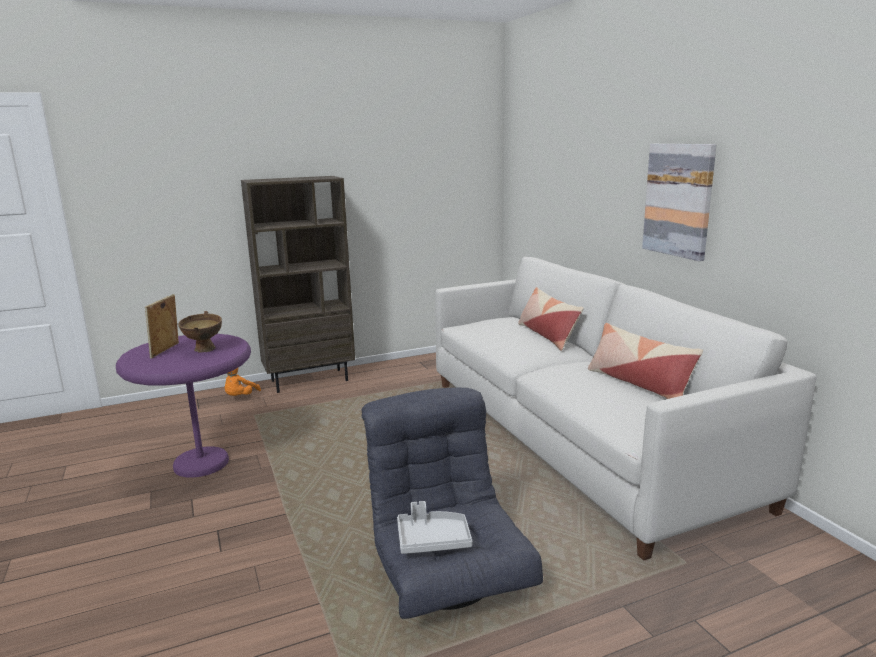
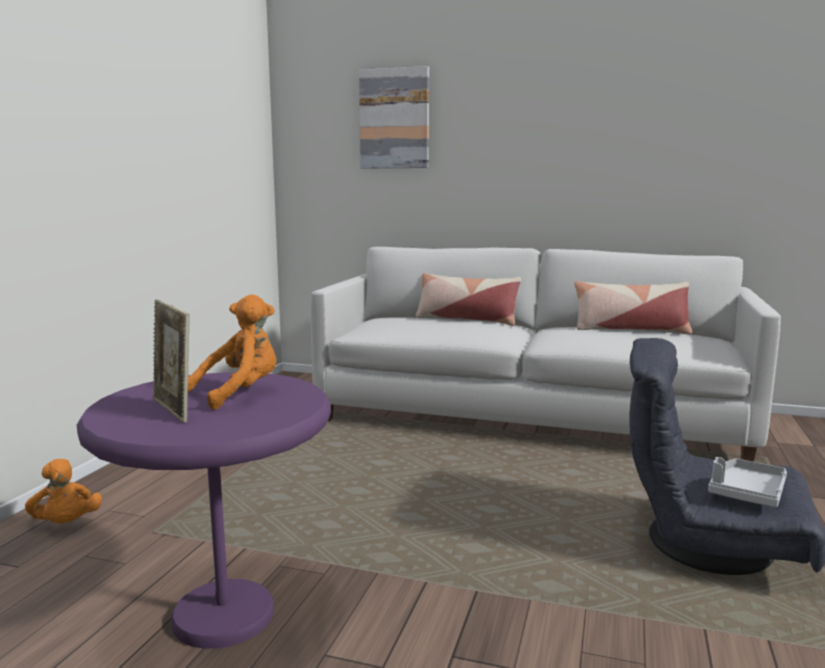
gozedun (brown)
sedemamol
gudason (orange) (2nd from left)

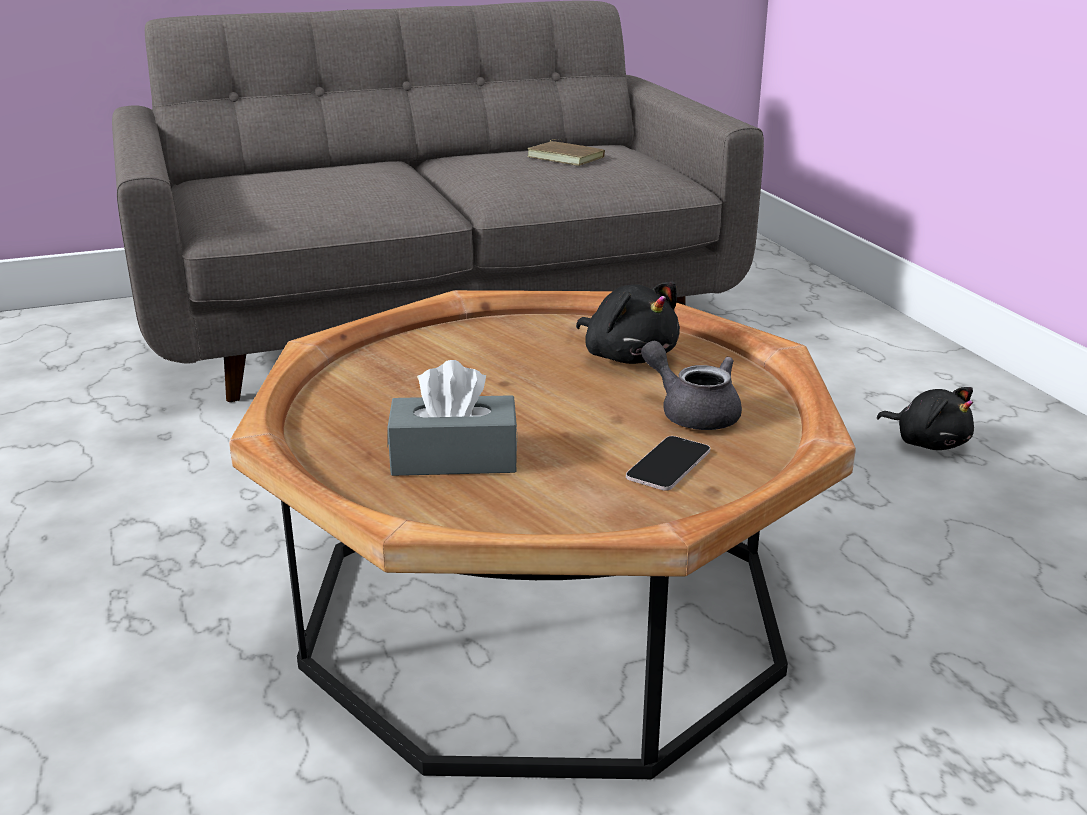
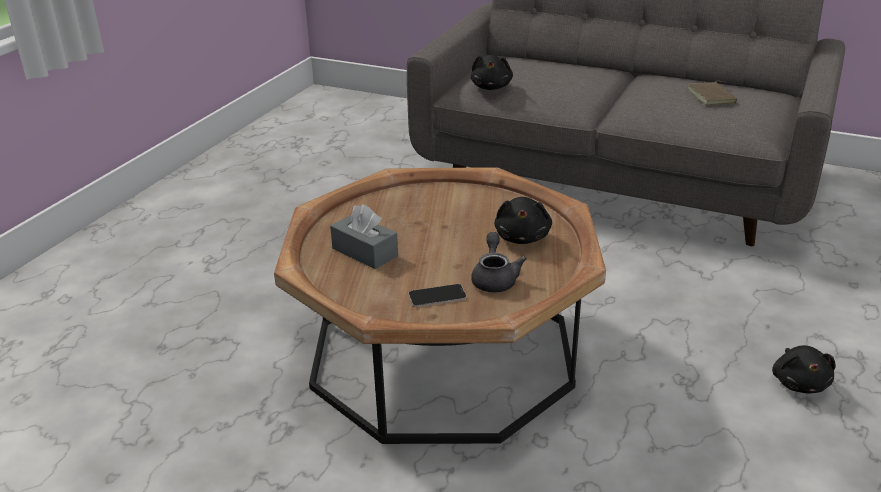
gudason (black) (1st from left)

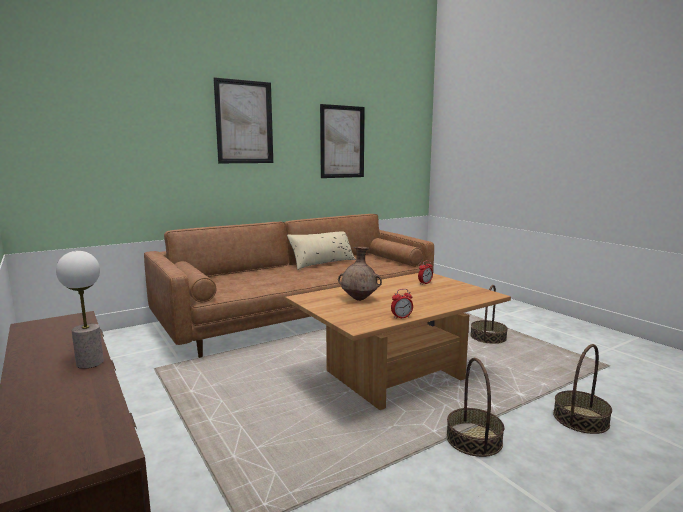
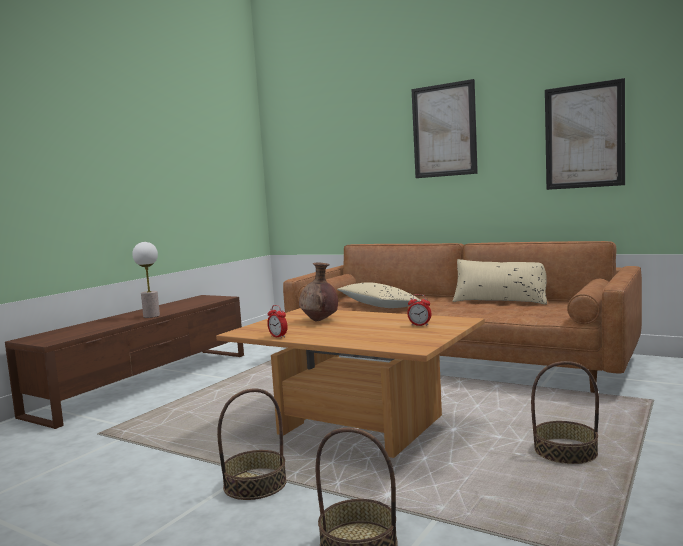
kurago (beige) (1st from left)

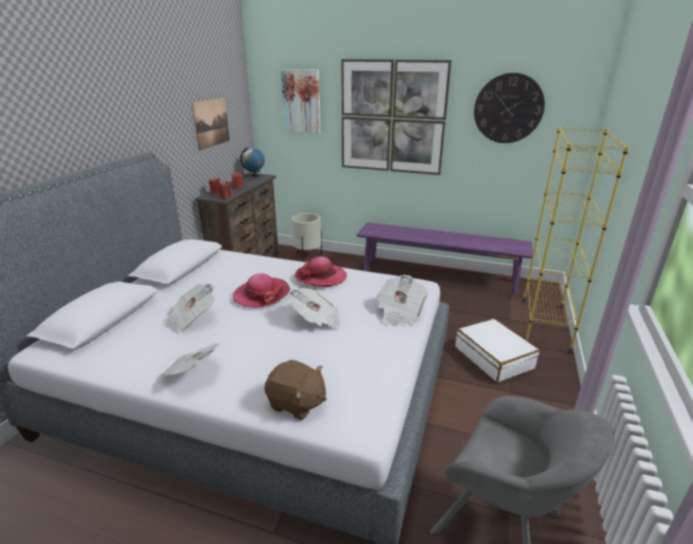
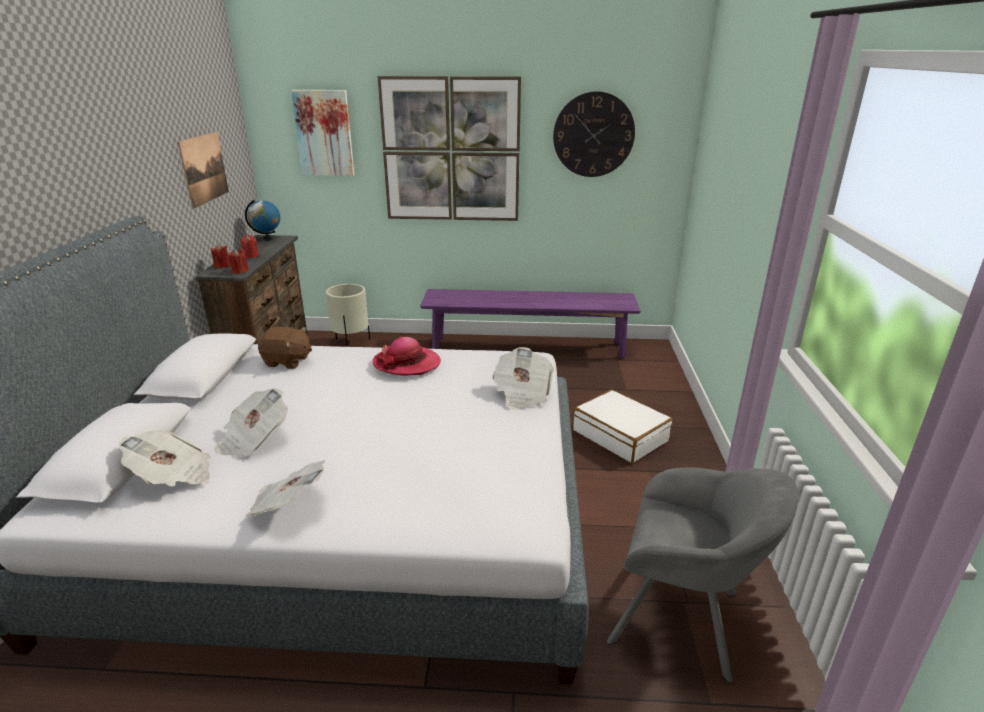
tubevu (1st from left in the first image)
gozedun (yellow)
gudason (brown)
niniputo (1st from left)

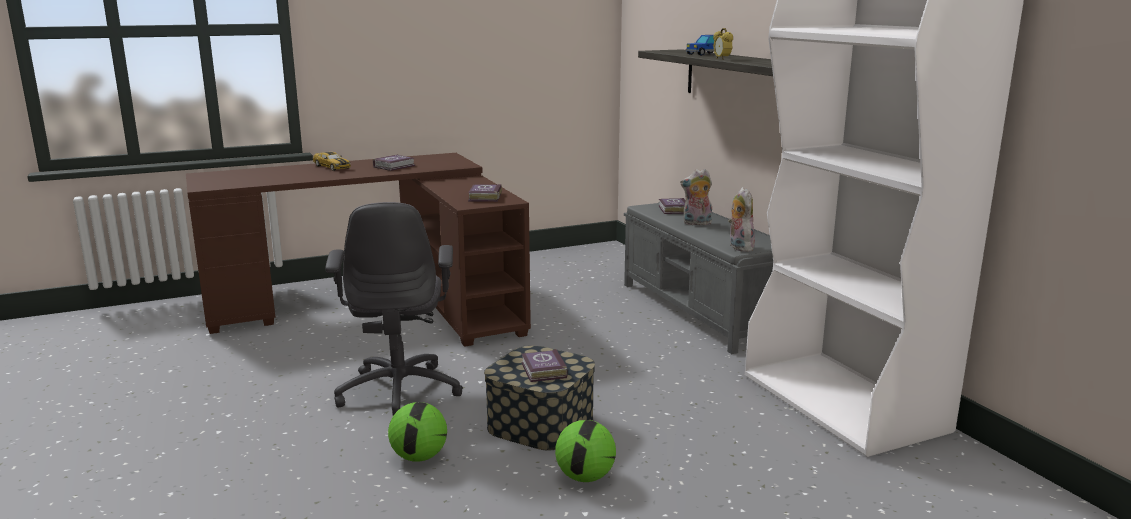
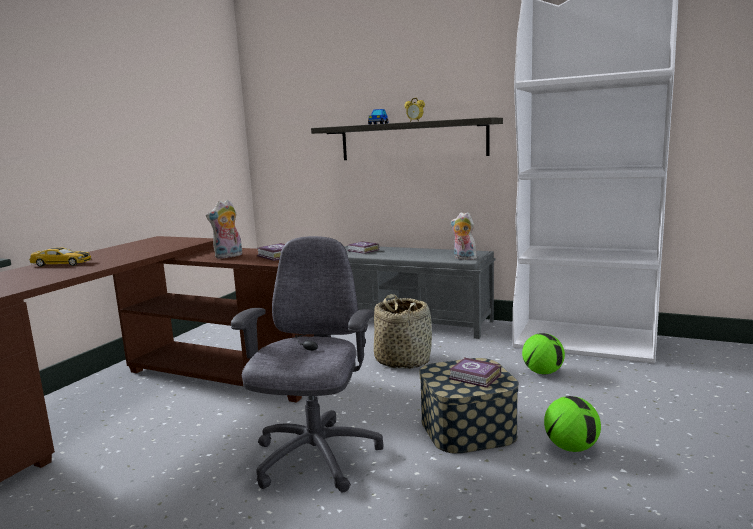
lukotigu (1st from left in the first image)
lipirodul
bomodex (1st from left)
gudason (1st from left)
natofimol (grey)

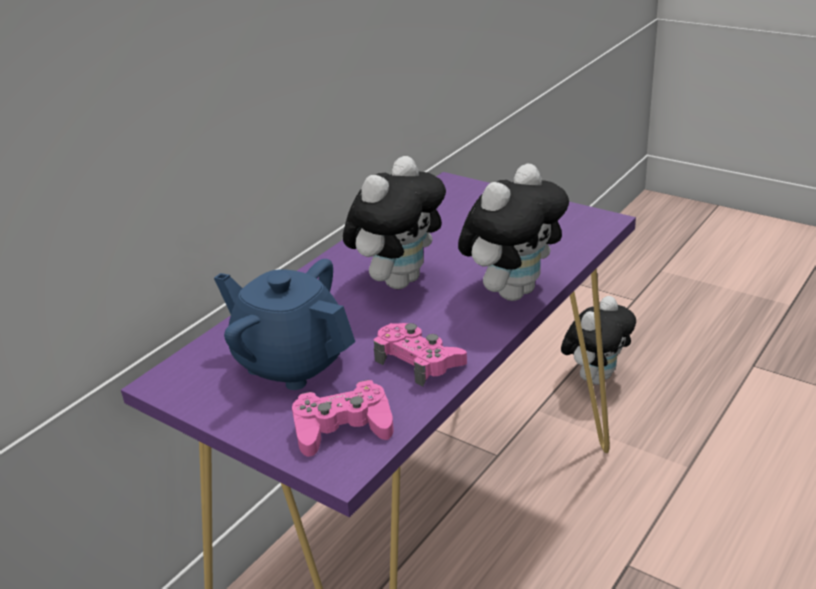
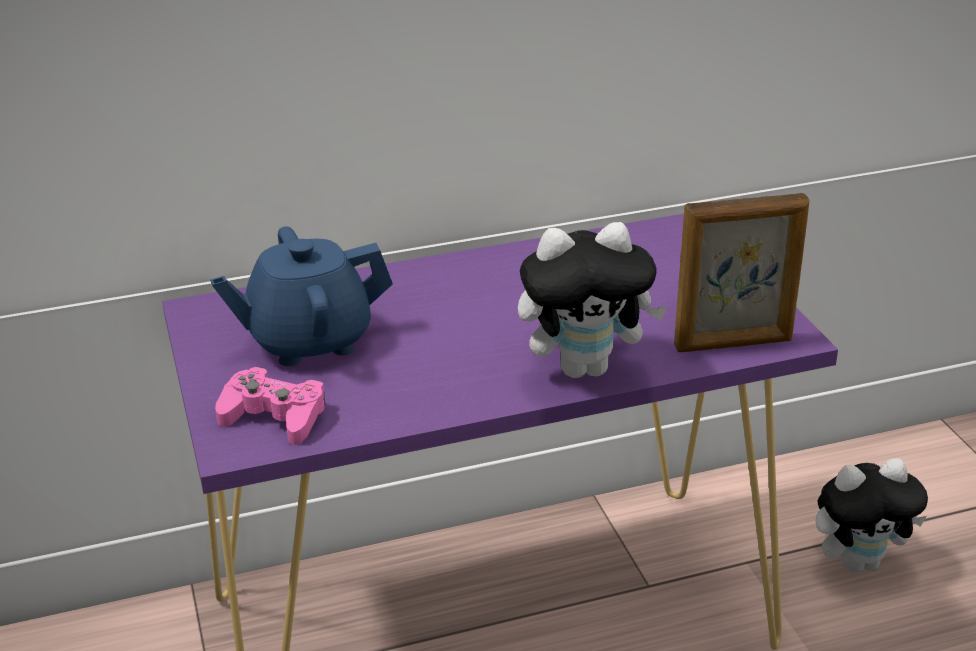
gudason (1st from left in the first image)
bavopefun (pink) (2nd from left in the first image)
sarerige
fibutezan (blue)

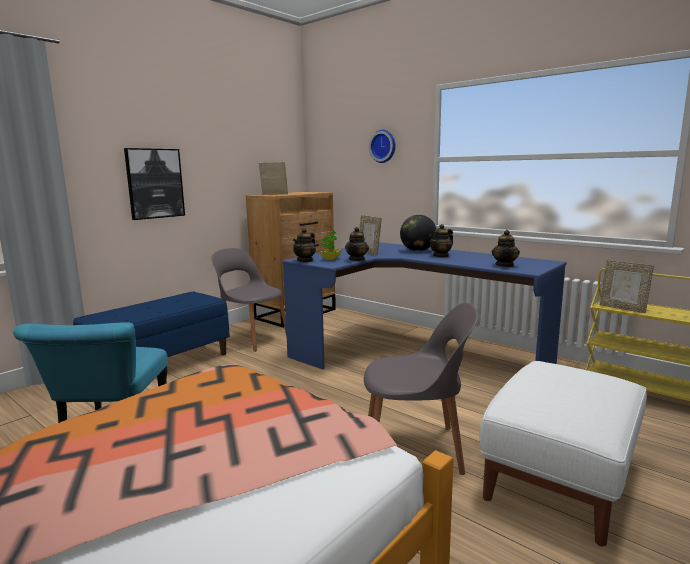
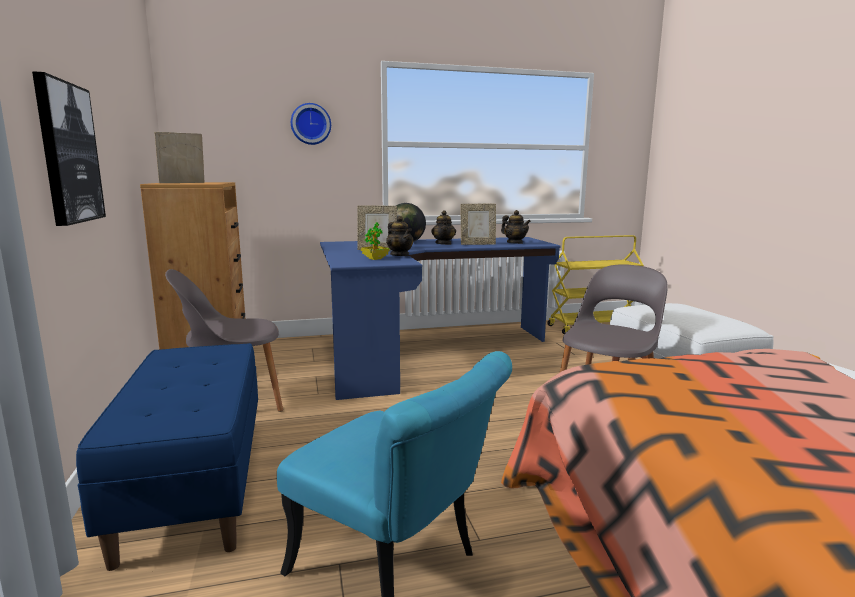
fibutezan (1st from left in the first image)
sarerige (3rd from left)

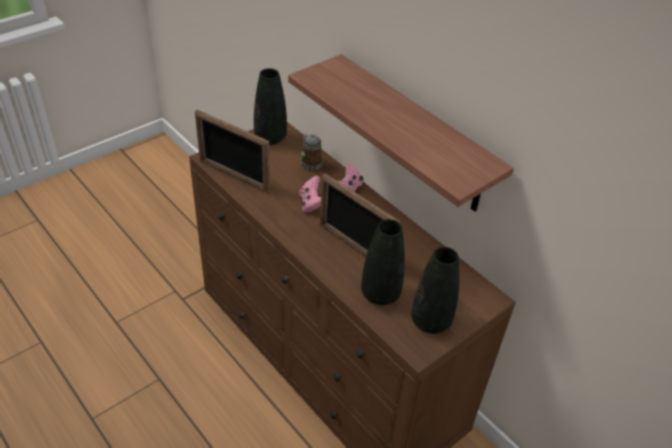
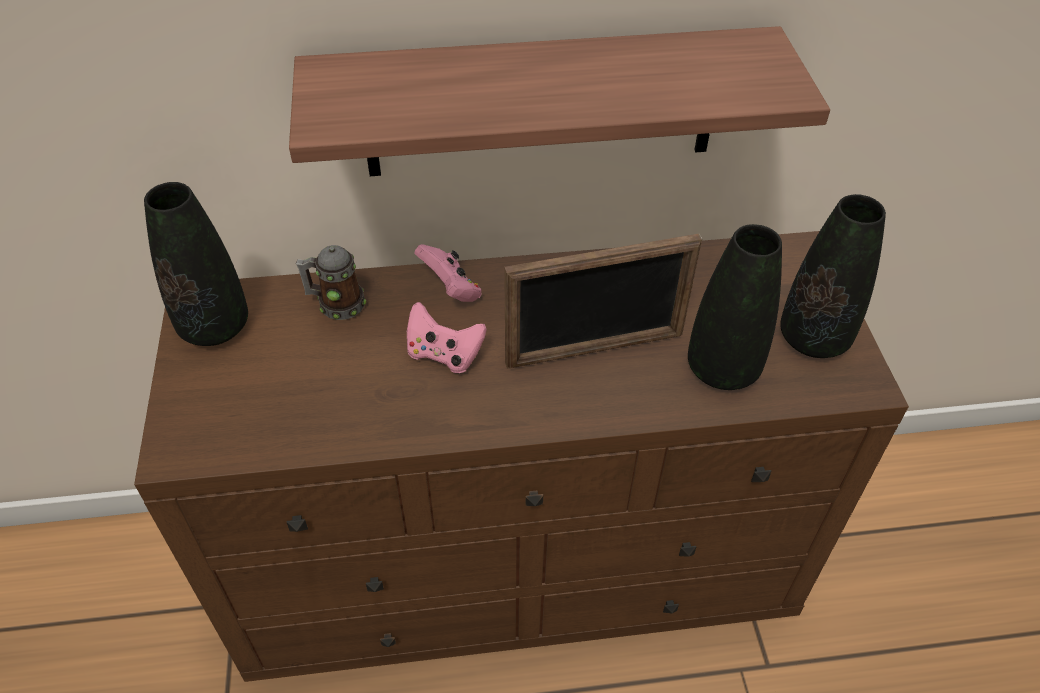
sarerige (1st from left in the first image)

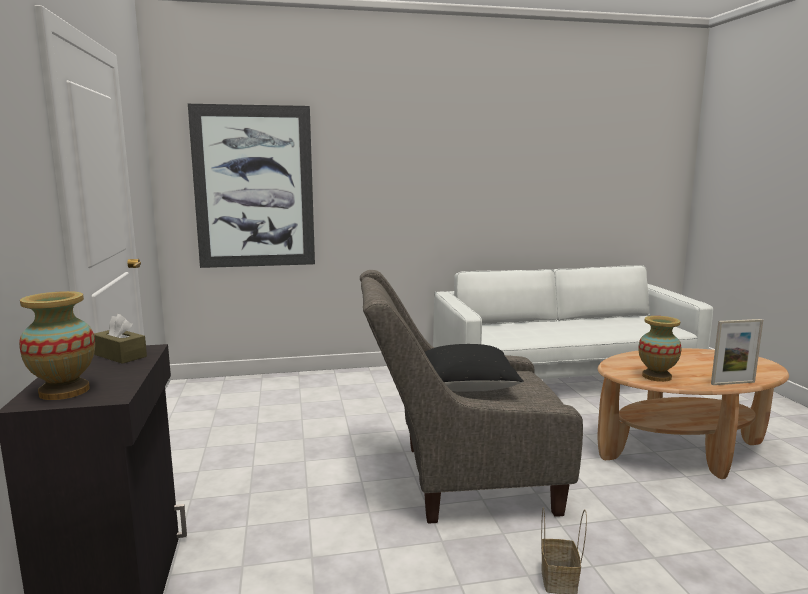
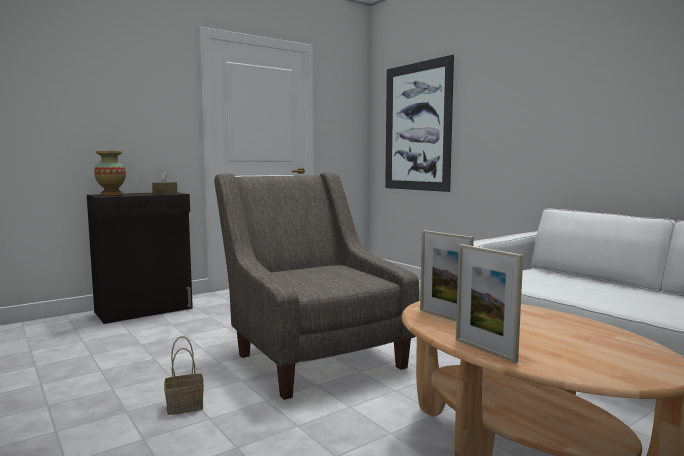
kurago (black)
sarerige (1st from left)

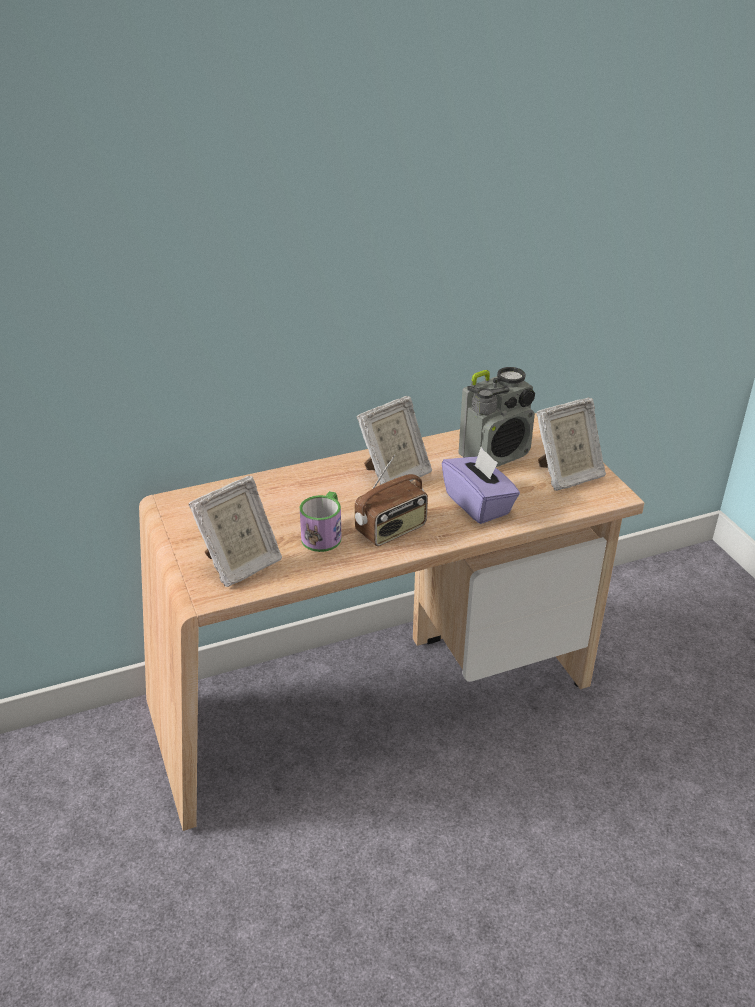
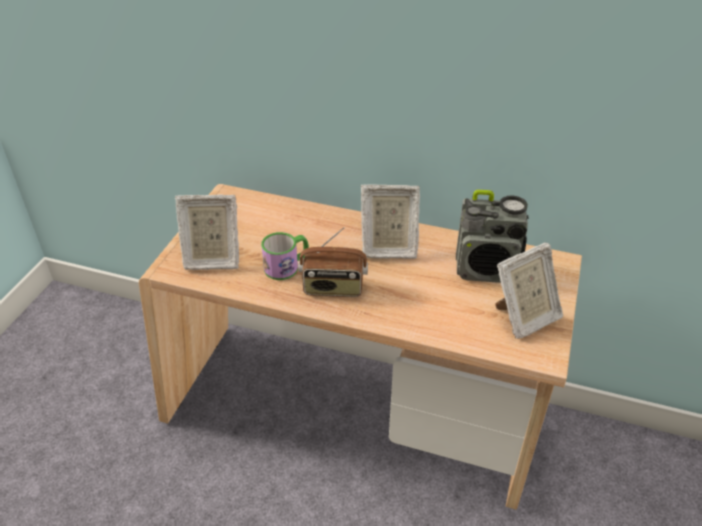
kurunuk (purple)
sarerige (3rd from left)

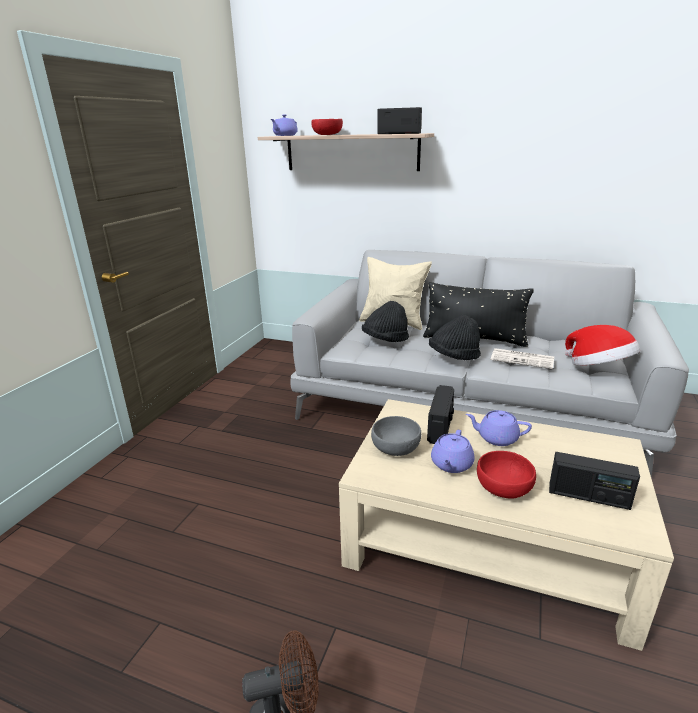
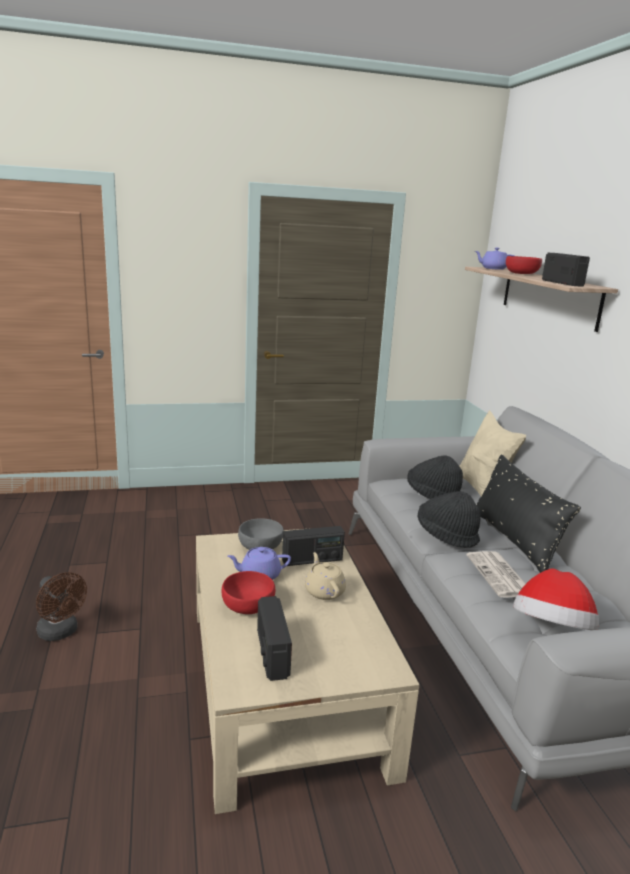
fibutezan (beige)

